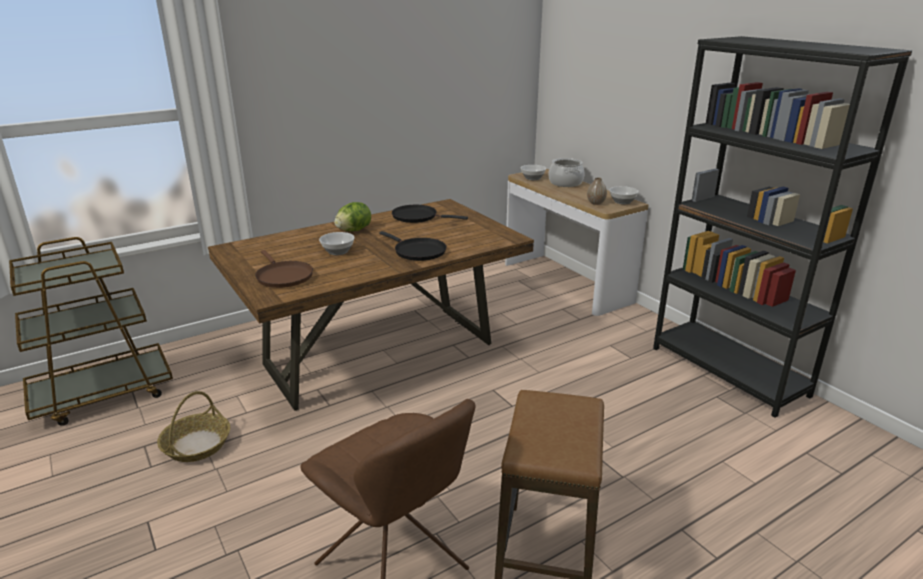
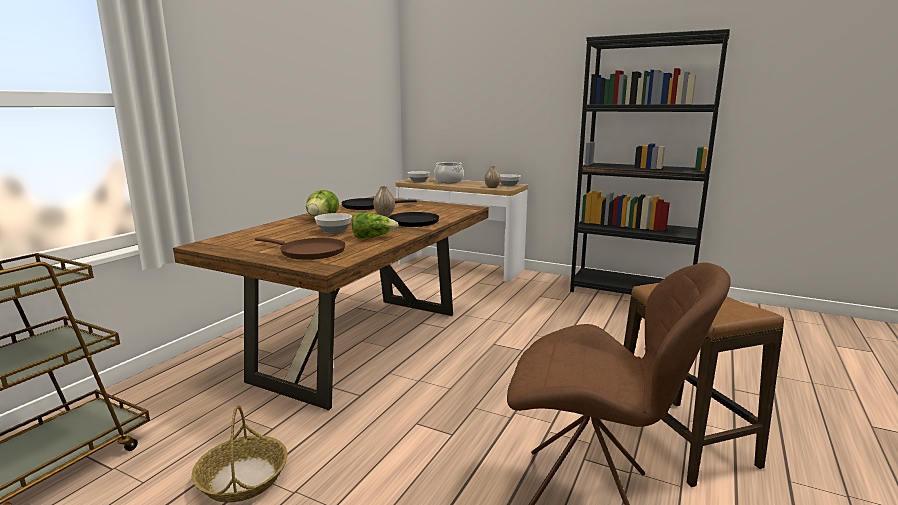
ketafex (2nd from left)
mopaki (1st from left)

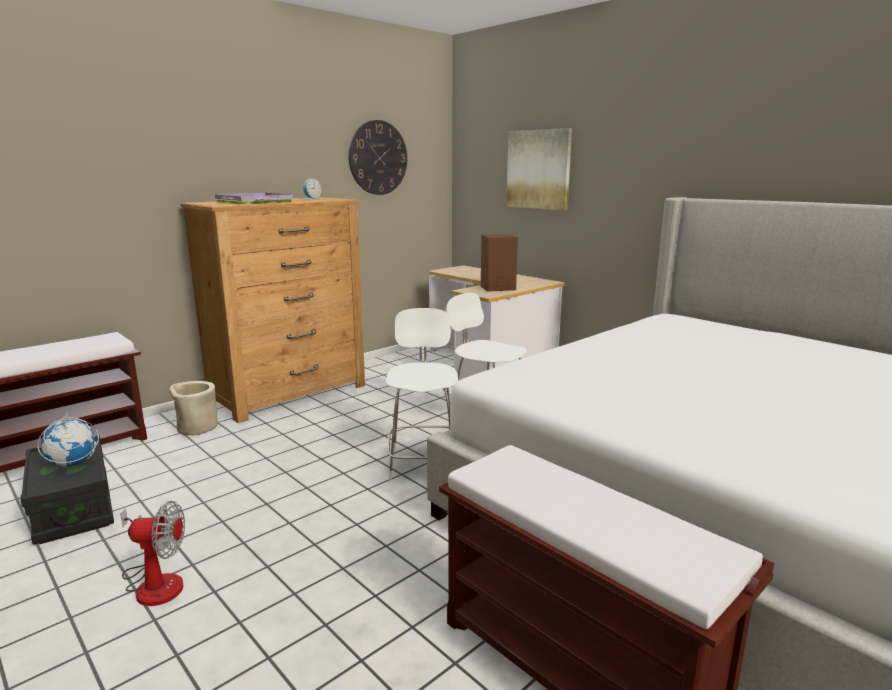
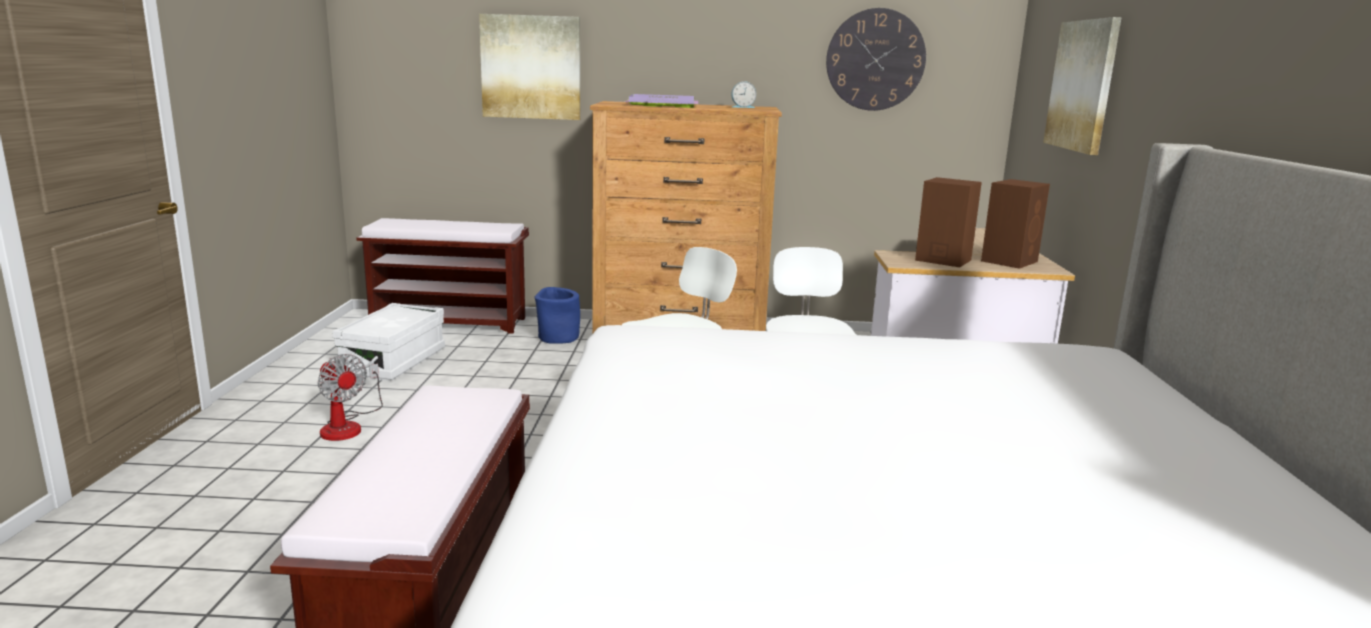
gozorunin
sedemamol (1st from left)
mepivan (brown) (2nd from left)
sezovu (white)
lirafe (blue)

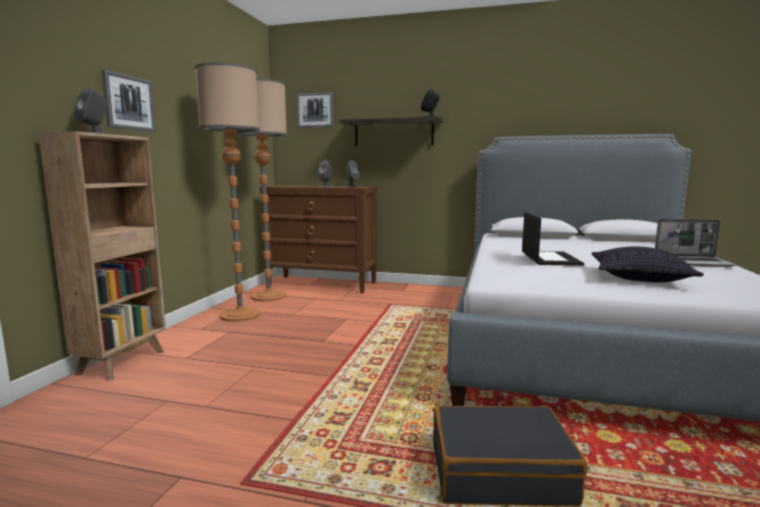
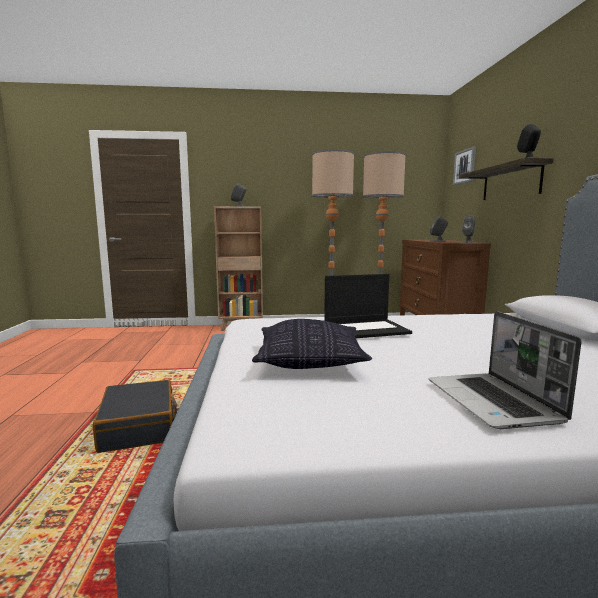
sedemamol (1st from left in the first image)

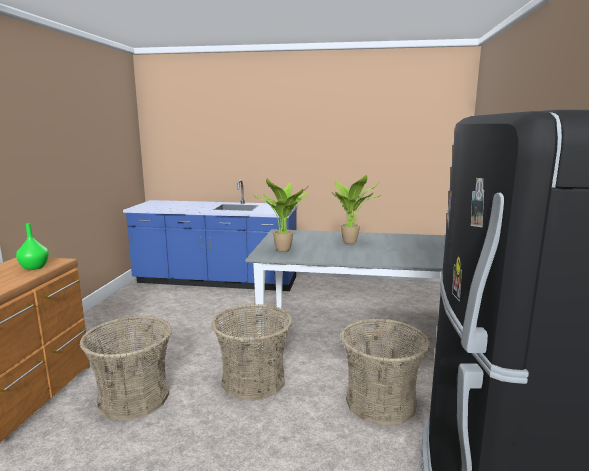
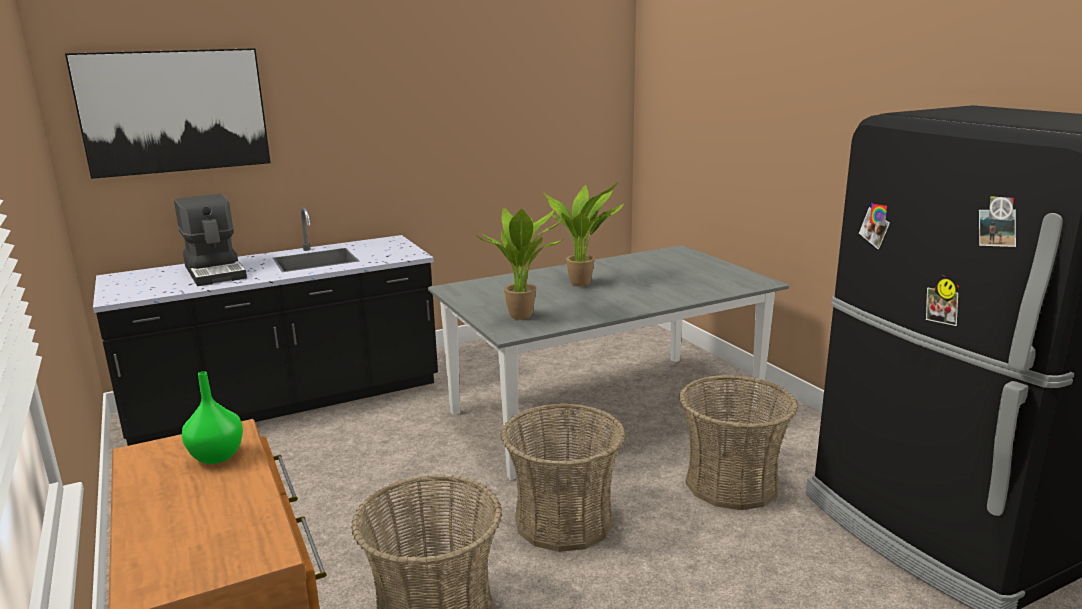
sedemamol
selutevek
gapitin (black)

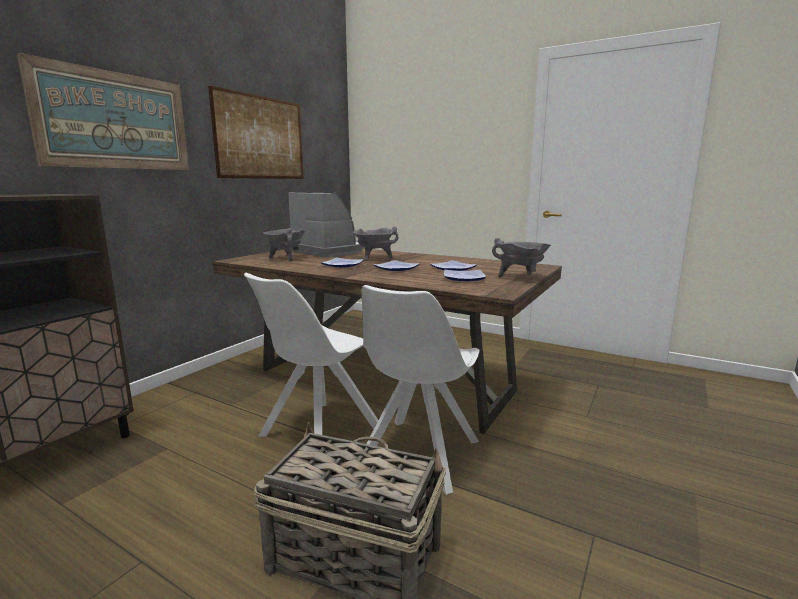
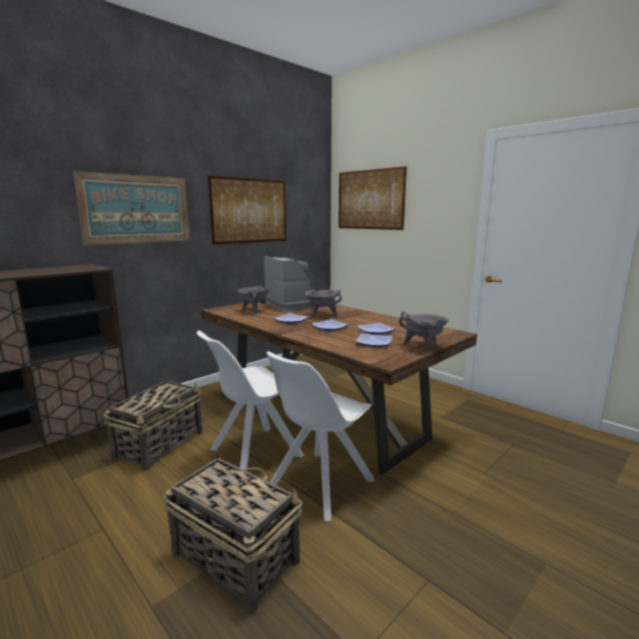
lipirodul (1st from left)
sedemamol (3rd from left)

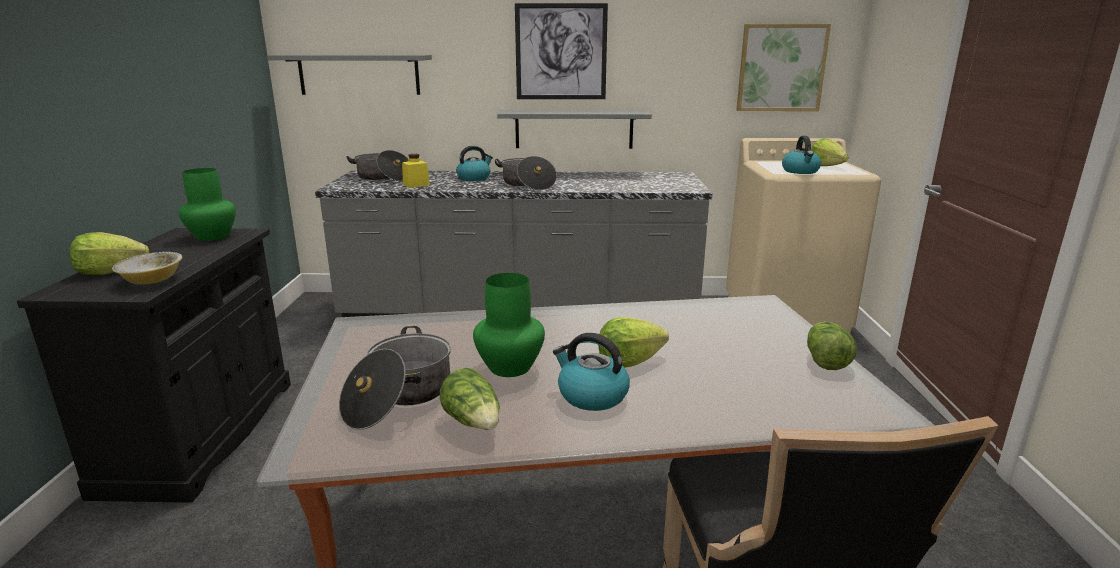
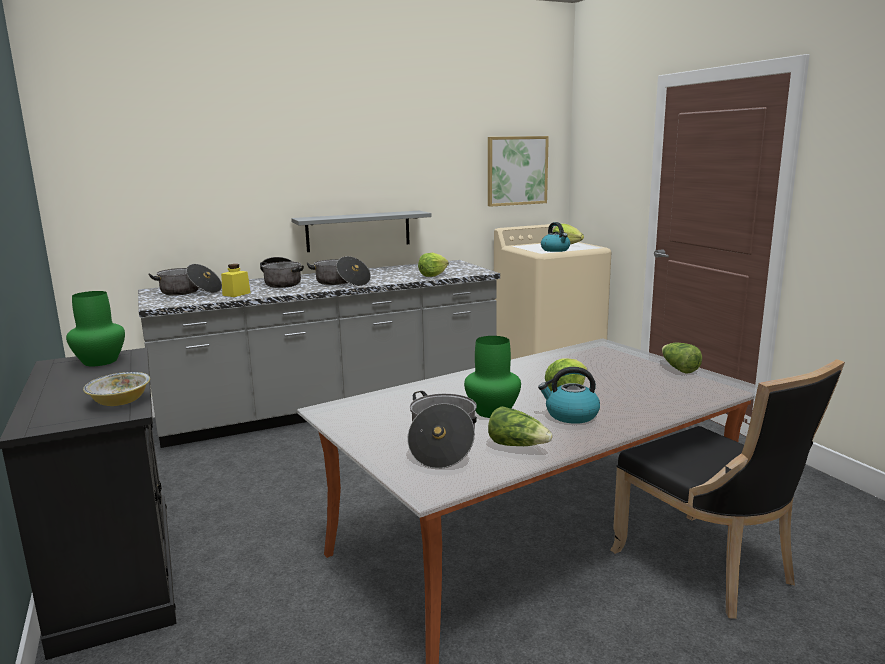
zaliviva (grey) (1st from left in the first image)
sedemamol (1st from left in the first image)
ketafex (1st from left)
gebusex (2nd from left)

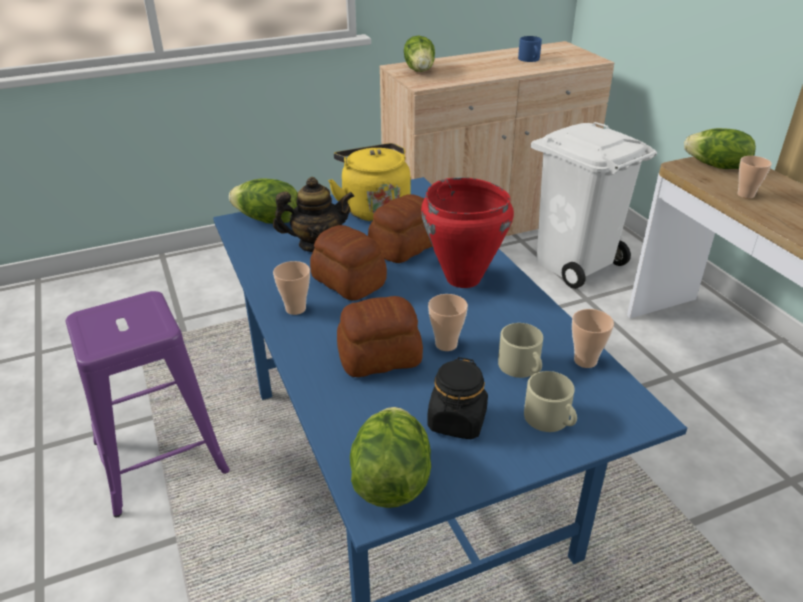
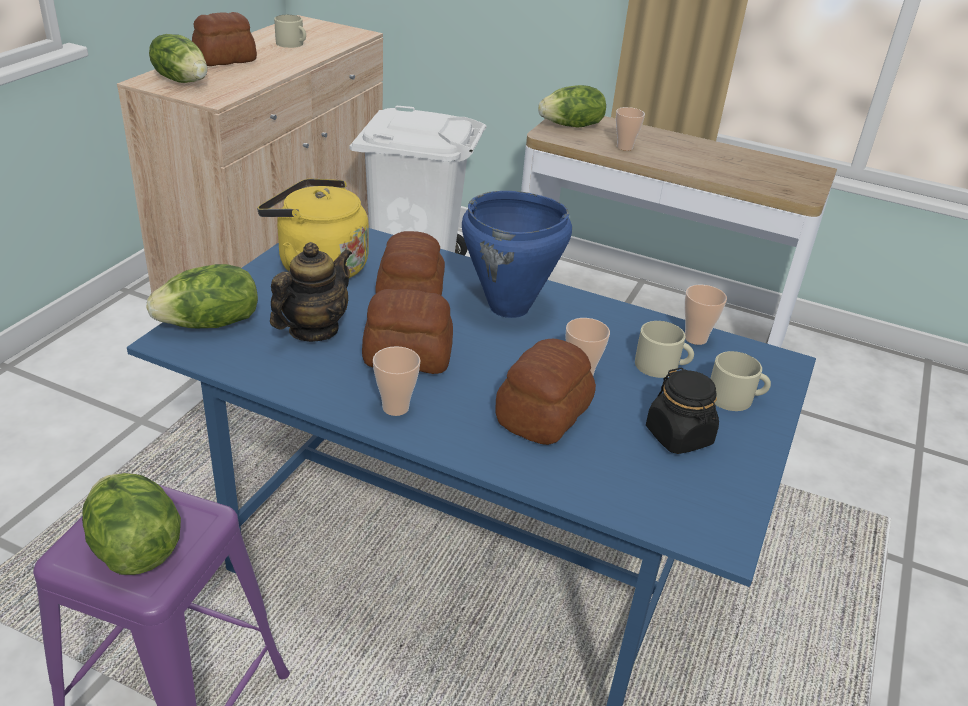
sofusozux (1st from left)
ketafex (1st from left)
gebusex (blue)
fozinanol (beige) (1st from left)

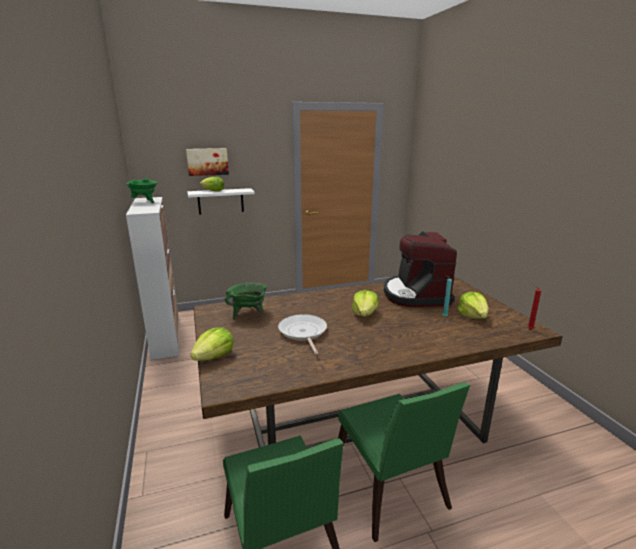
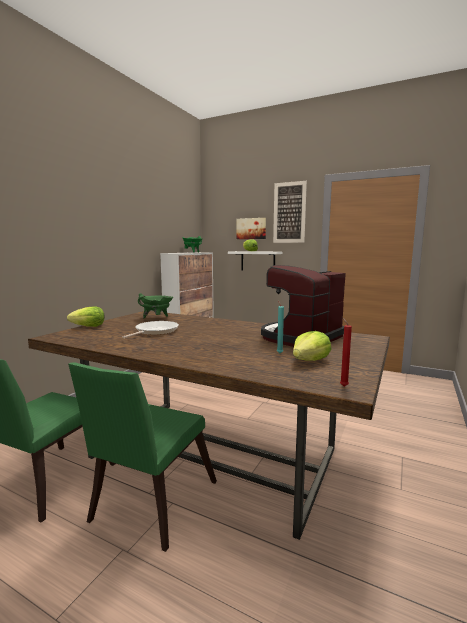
ketafex (3rd from left in the first image)
sedemamol (2nd from left)

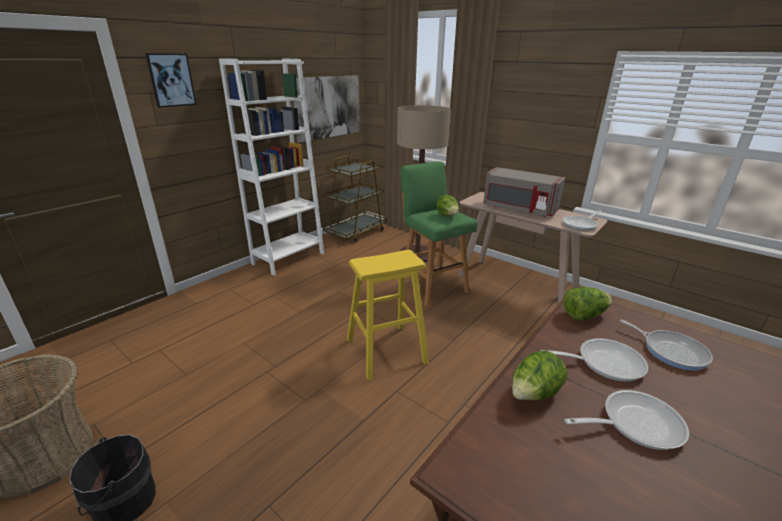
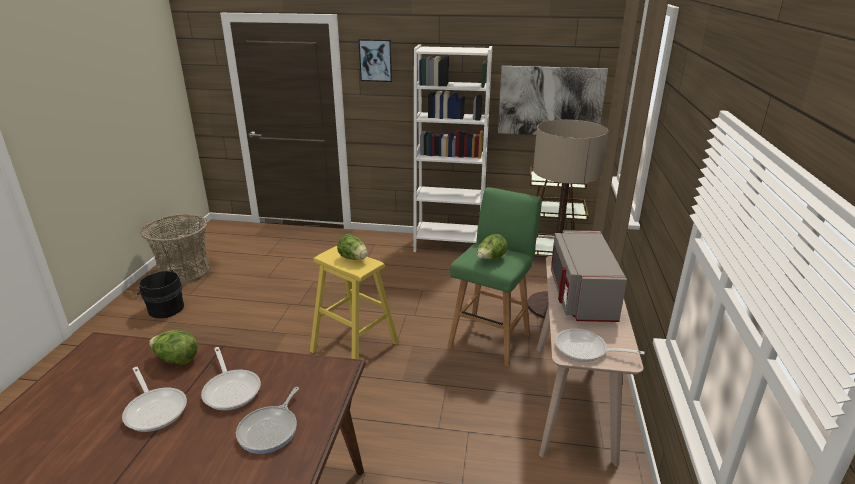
ketafex (2nd from left)

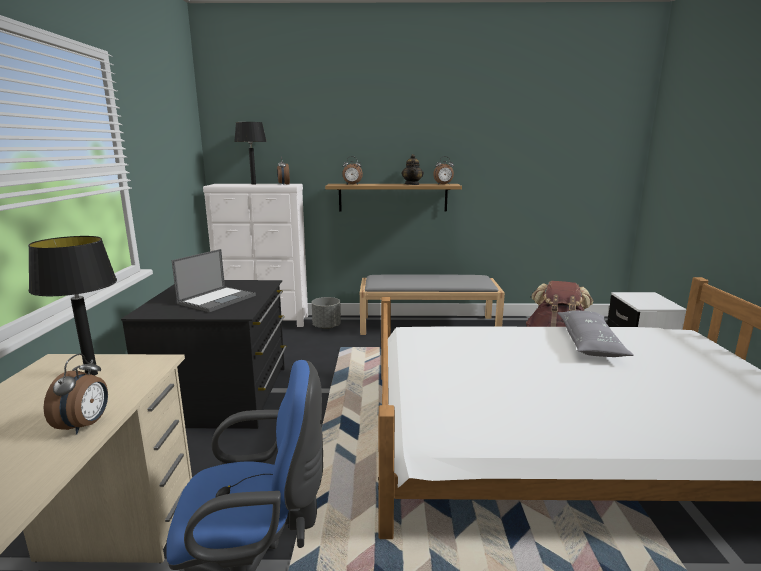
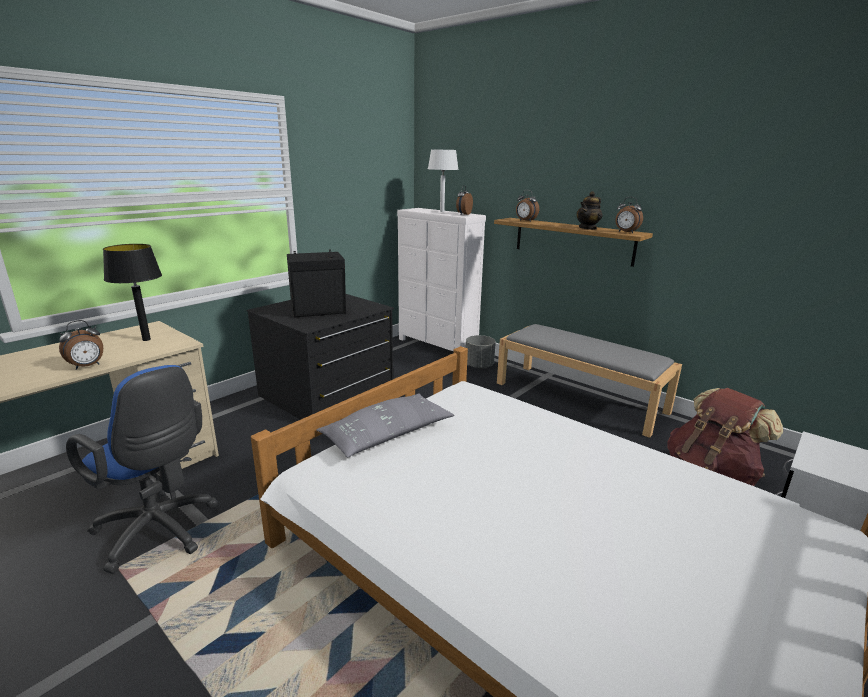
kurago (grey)
mepivan (black)
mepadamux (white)

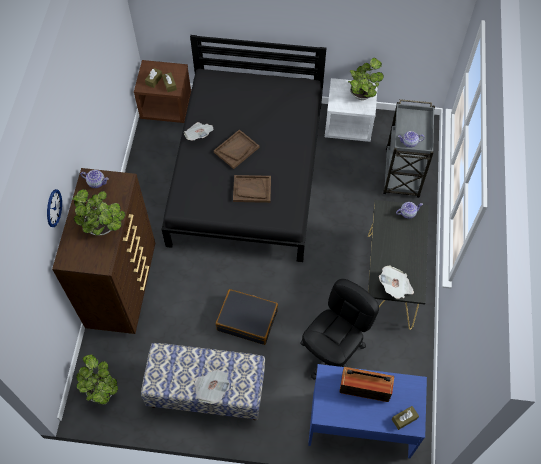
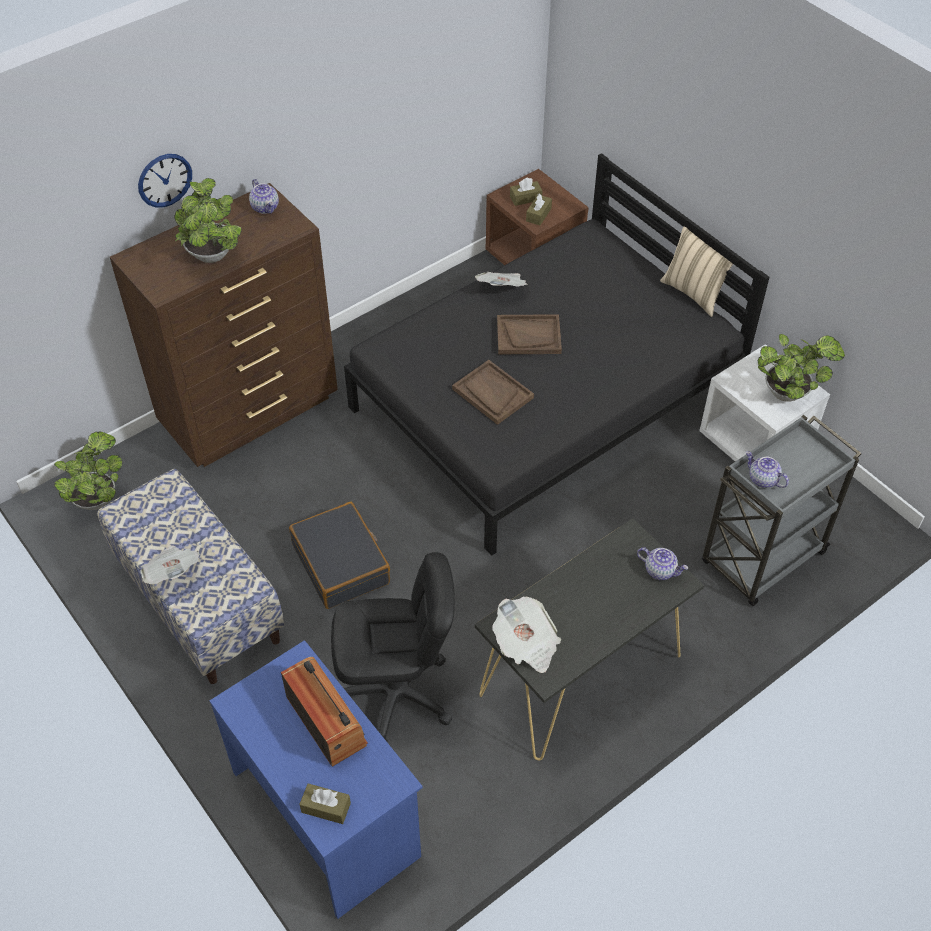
kurago (beige)

